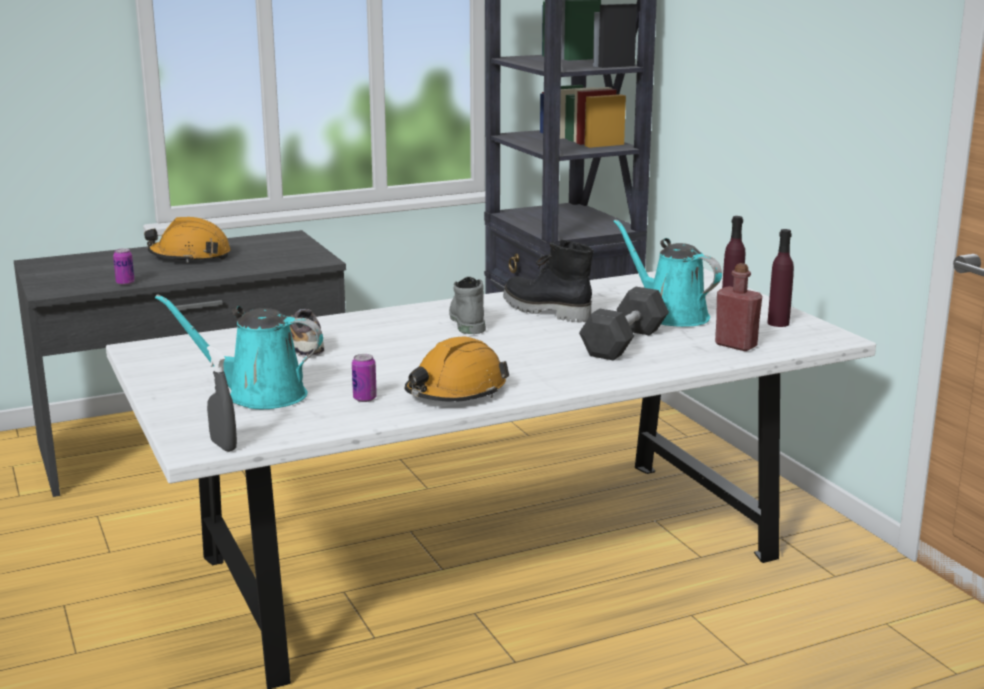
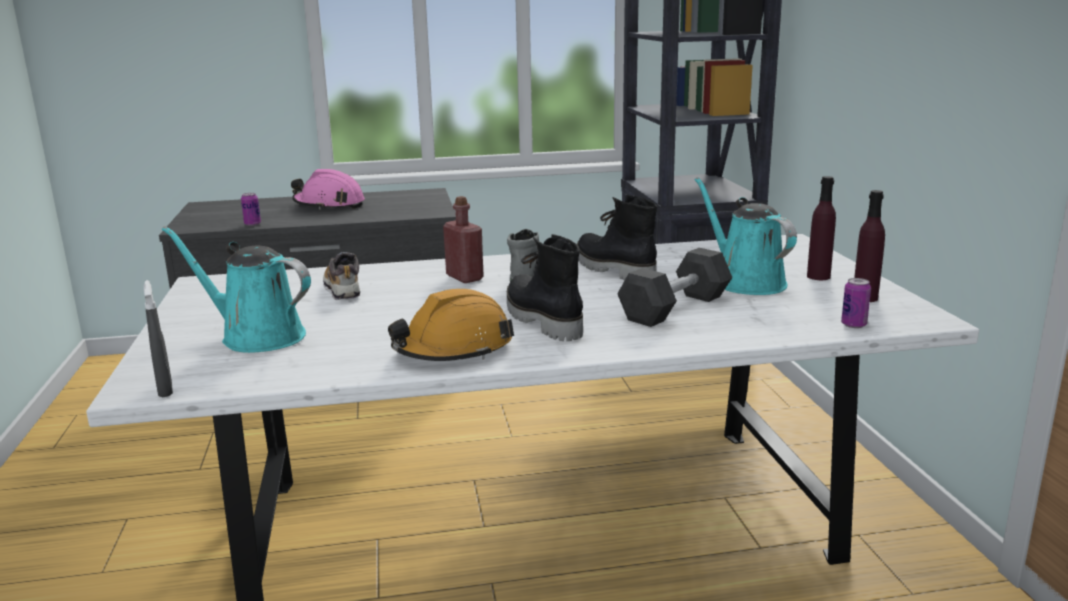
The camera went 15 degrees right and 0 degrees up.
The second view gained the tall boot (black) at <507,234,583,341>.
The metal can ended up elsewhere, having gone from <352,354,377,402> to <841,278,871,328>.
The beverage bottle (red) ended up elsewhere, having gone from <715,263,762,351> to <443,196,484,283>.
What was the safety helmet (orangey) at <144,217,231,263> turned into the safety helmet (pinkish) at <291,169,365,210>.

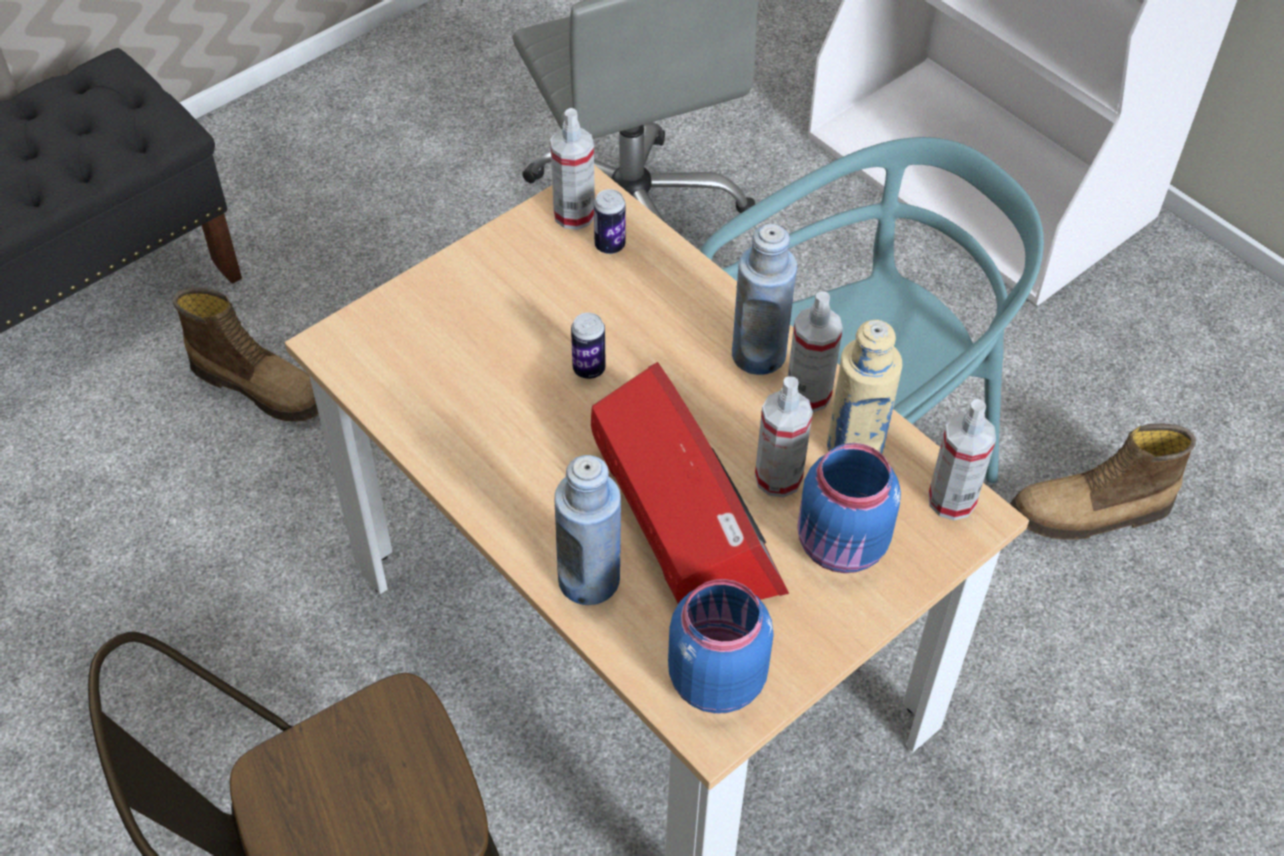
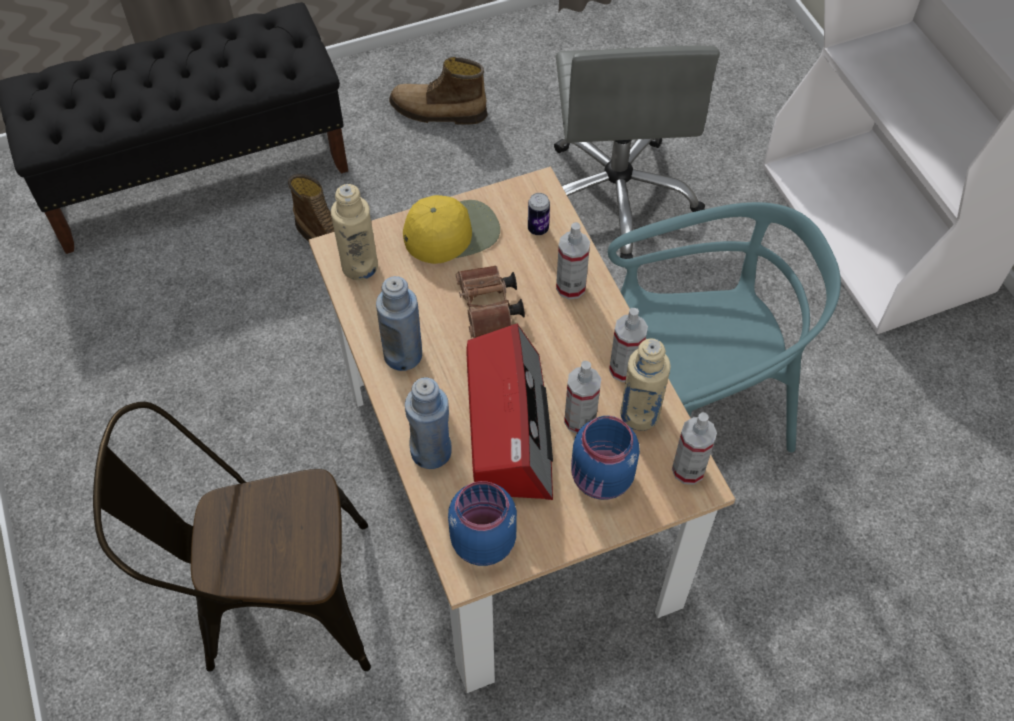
The camera went 20 degrees right and 5 degrees up.
The second view gained the beverage bottle (sand-coloured) at <331,184,378,280>.
The second view gained the cap (yellow-coloured) at <403,195,500,264>.
The hand sprayer ended up elsewhere, having gone from <550,108,595,230> to <556,222,590,299>.
The beverage bottle (blue) ended up elsewhere, having gone from <732,224,797,375> to <376,276,422,371>.
The tall boot ended up elsewhere, having gone from <1010,424,1196,540> to <389,57,488,124>.
Where the metal can stood at <571,313,606,379>, the field glasses (brown-coloured) came to stand at <456,265,525,338>.

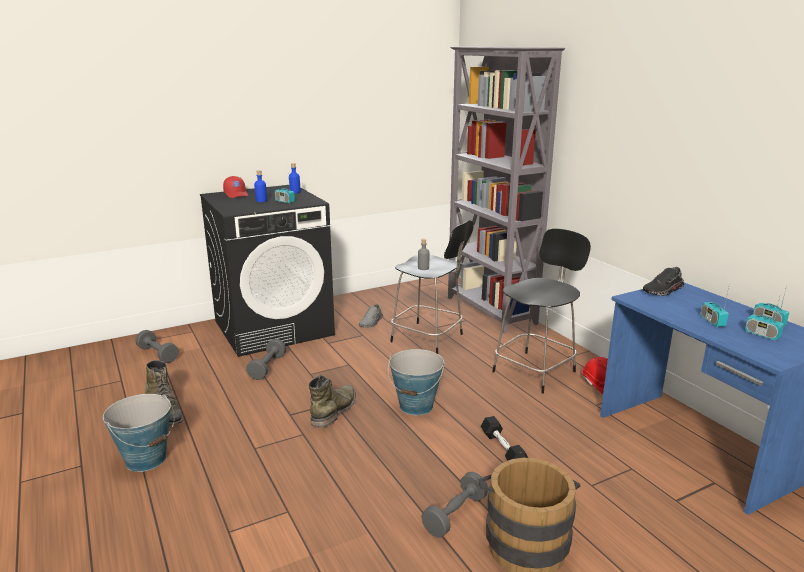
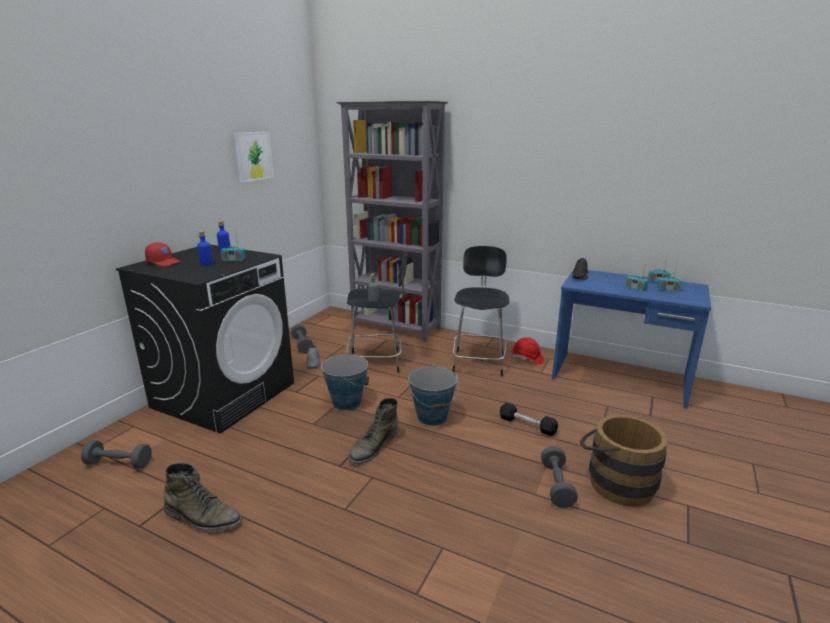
The camera went 35 degrees left and 0 degrees up.
The second view gained the picture at <234,132,274,182>.
The bucket ended up elsewhere, having gone from <103,394,175,472> to <321,353,369,411>.
The dumbbell (grey) ended up elsewhere, having gone from <246,339,286,380> to <291,324,313,353>.
The tall boot (greenish) at <309,375,356,428> ended up facing another way, 135 degrees counterclockwise from before.

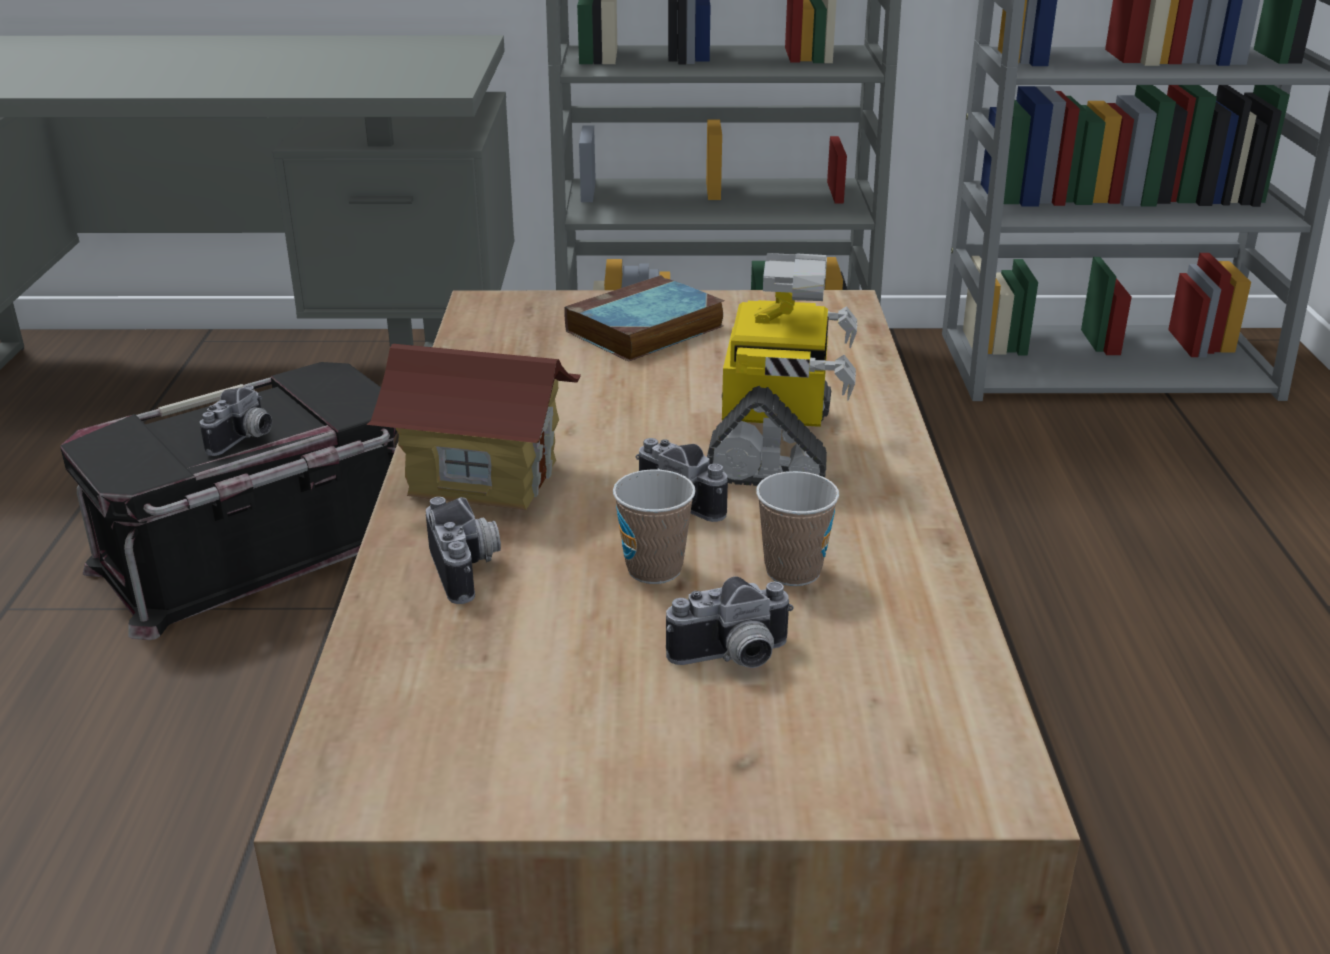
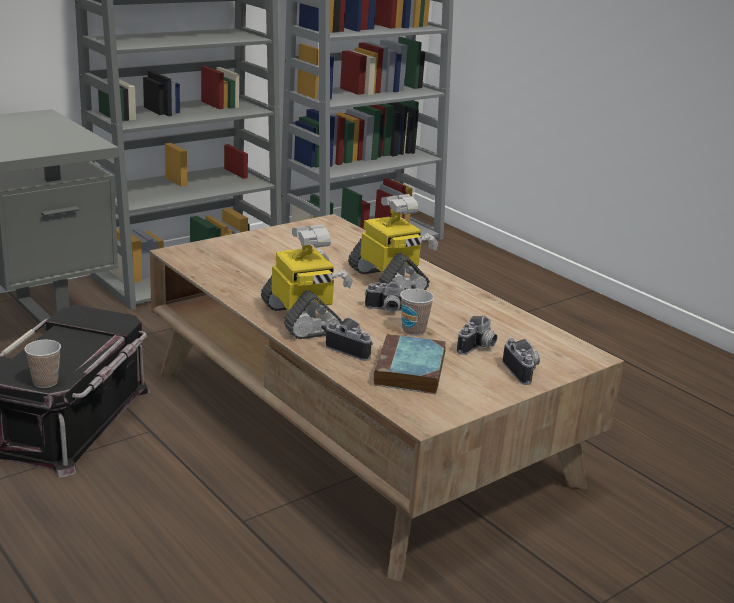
The camera went 40 degrees left and 5 degrees down.
The photo camera ended up elsewhere, having gone from <200,386,272,456> to <503,338,540,385>.
The volume ended up elsewhere, having gone from <564,275,724,361> to <374,334,446,394>.
The drinking cup ended up elsewhere, having gone from <756,471,839,586> to <24,340,61,388>.
Where the toy house stood at <366,344,581,510>, the model robot came to stand at <261,225,353,339>.

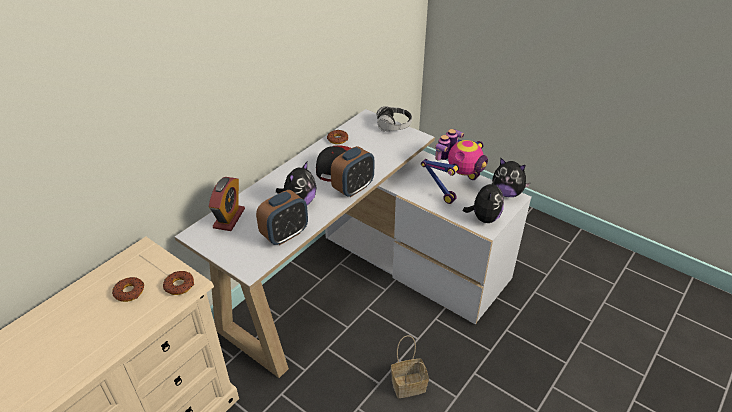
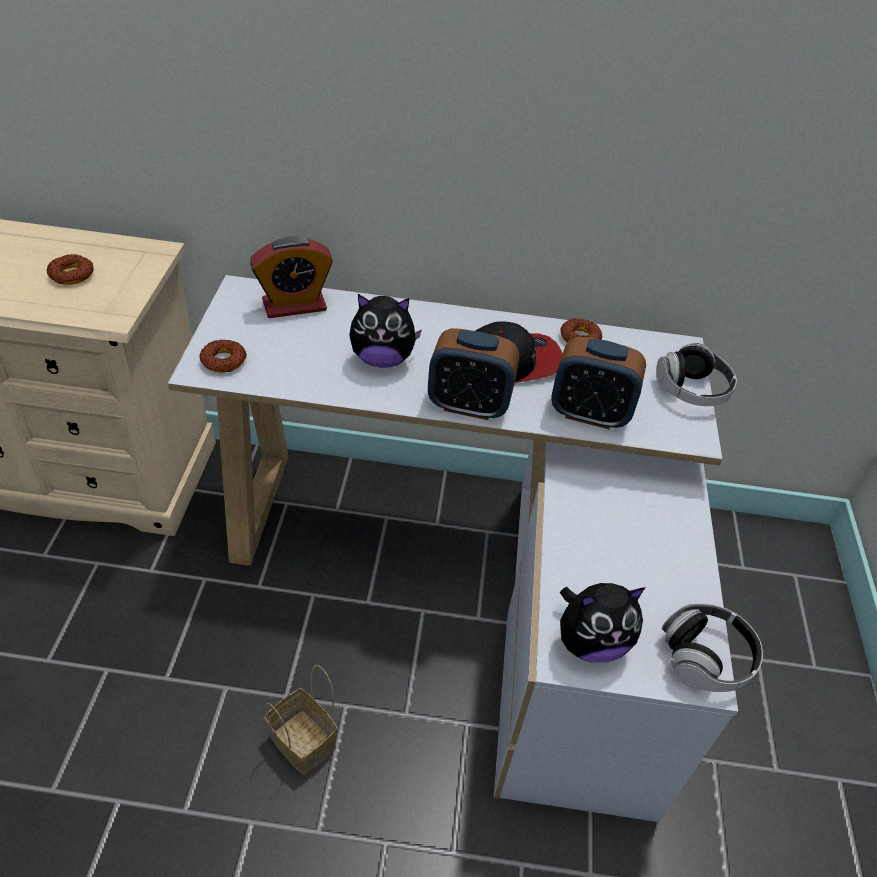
The camera went 55 degrees right and 5 degrees up.
The second view lost the model robot at <421,129,488,204>.
The doughnut ended up elsewhere, having gone from <163,271,194,295> to <199,339,247,373>.
The bedside clock ended up elsewhere, having gone from <256,190,308,245> to <551,337,646,429>.
Where the soft toy stood at <492,158,531,197>, the headset came to stand at <662,603,763,692>.

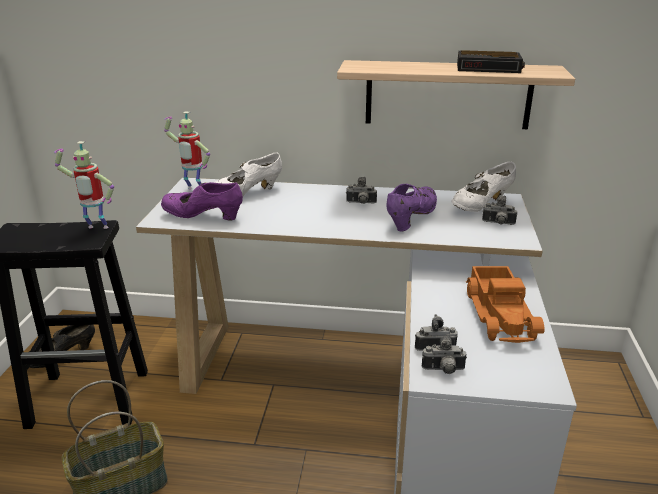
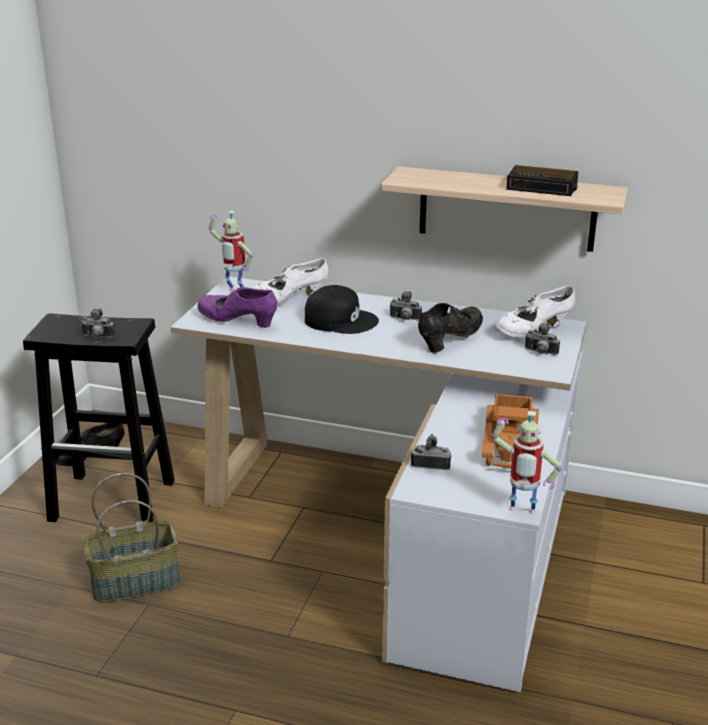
The camera went 10 degrees right and 0 degrees up.
The second view gained the cap (black) at <305,285,379,334>.
The model robot ended up elsewhere, having gone from <54,141,114,229> to <492,411,562,514>.
The photo camera ended up elsewhere, having gone from <422,334,467,374> to <81,309,115,338>.
What was the shoe (purple) at <386,184,437,232> turned into the shoe (black) at <418,303,483,353>.

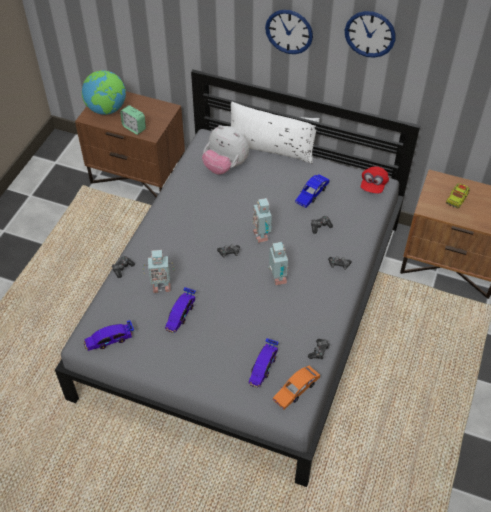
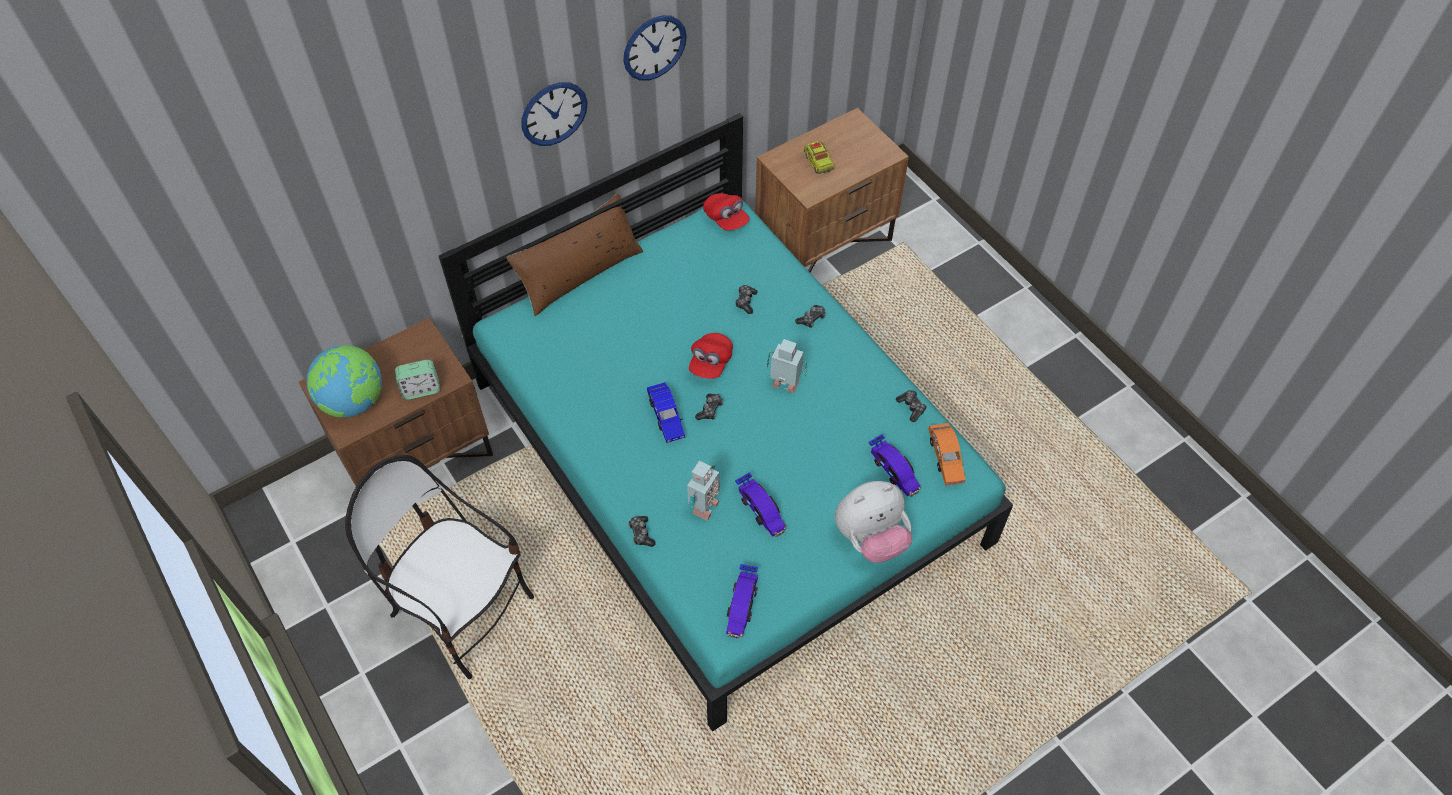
The camera went 55 degrees left and 5 degrees up.
The second view gained the chair at <345,455,534,679>.
The soft toy ended up elsewhere, having gone from <202,125,249,174> to <835,481,912,563>.
The toy car (blue) ended up elsewhere, having gone from <295,175,329,208> to <647,383,685,443>.
Where the model robot stood at <253,198,272,243>, the cap (red) came to stand at <689,333,733,379>.
What was the sleeping bed (grey) at <55,69,420,487> turned into the sleeping bed (turquoise-coloured) at <439,113,1013,732>.
What was the throw pillow (white-coloured) at <231,101,320,164> turned into the throw pillow (brown-coloured) at <506,193,643,316>.

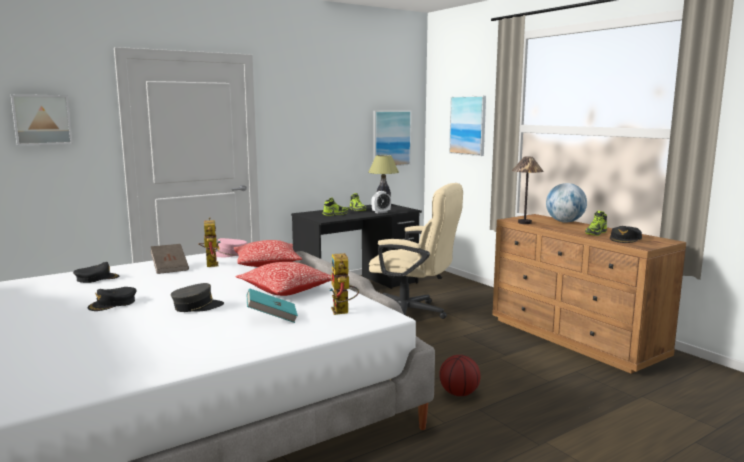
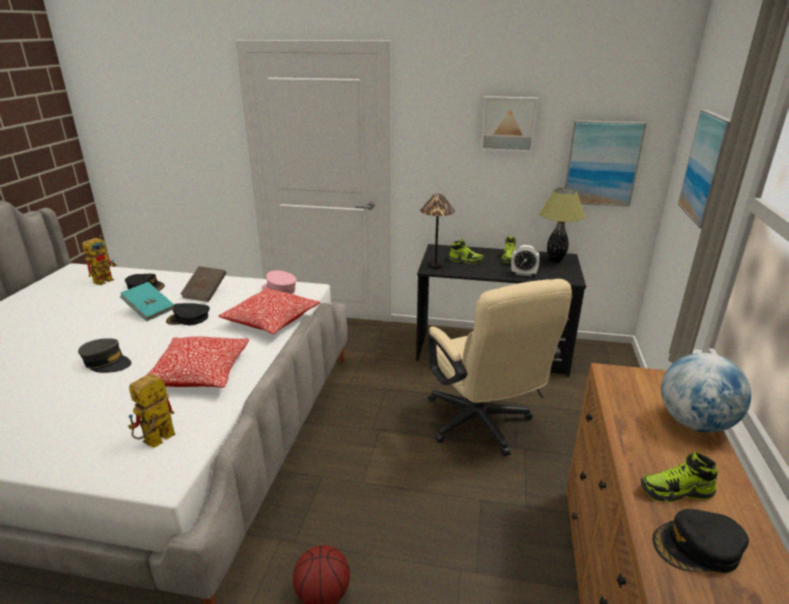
The camera went 45 degrees right and 15 degrees up.
The picture ended up elsewhere, having gone from <11,95,73,146> to <481,96,538,152>.
The cap (black) ended up elsewhere, having gone from <88,287,137,311> to <166,303,210,325>.
The model robot ended up elsewhere, having gone from <199,217,220,267> to <82,235,117,285>.
The volume (turquoise-coloured) ended up elsewhere, having gone from <247,288,298,323> to <120,282,174,322>.
The tabletop lamp ended up elsewhere, having gone from <512,157,544,224> to <420,194,455,269>.

